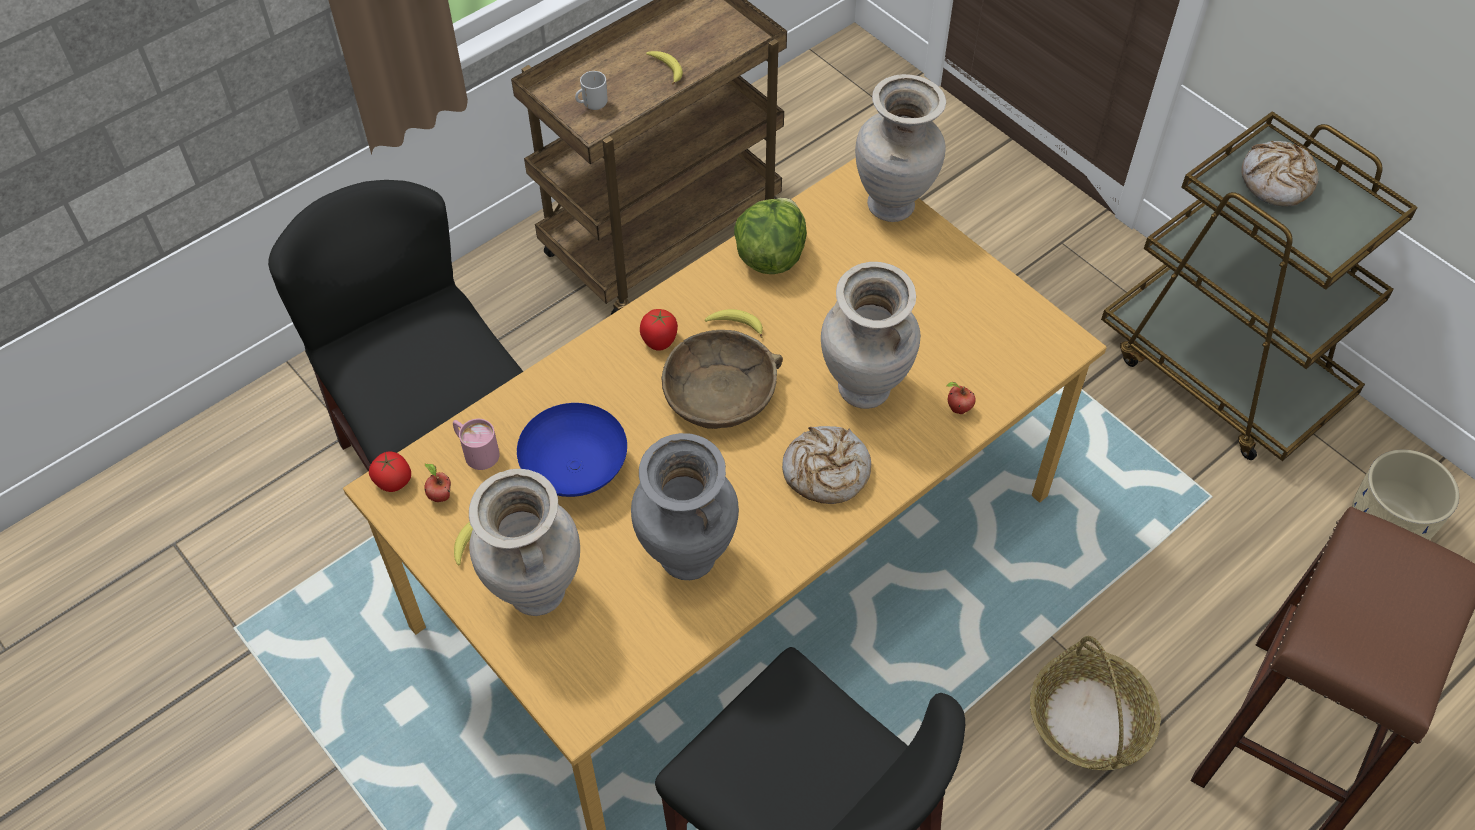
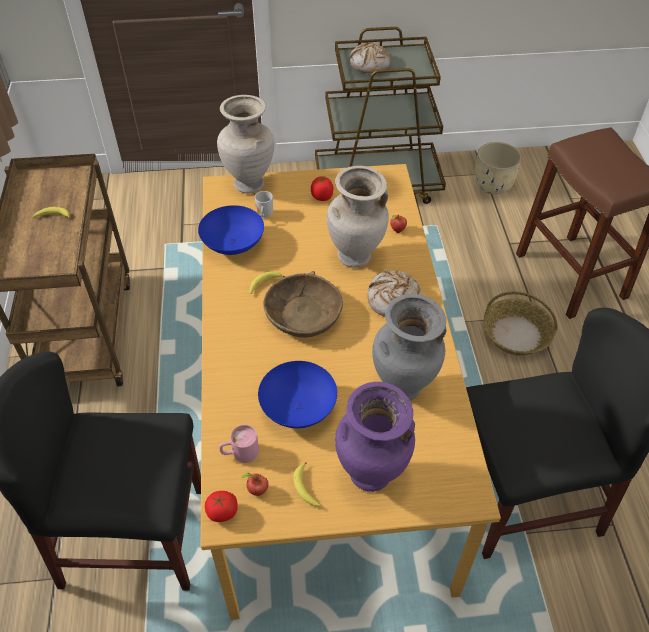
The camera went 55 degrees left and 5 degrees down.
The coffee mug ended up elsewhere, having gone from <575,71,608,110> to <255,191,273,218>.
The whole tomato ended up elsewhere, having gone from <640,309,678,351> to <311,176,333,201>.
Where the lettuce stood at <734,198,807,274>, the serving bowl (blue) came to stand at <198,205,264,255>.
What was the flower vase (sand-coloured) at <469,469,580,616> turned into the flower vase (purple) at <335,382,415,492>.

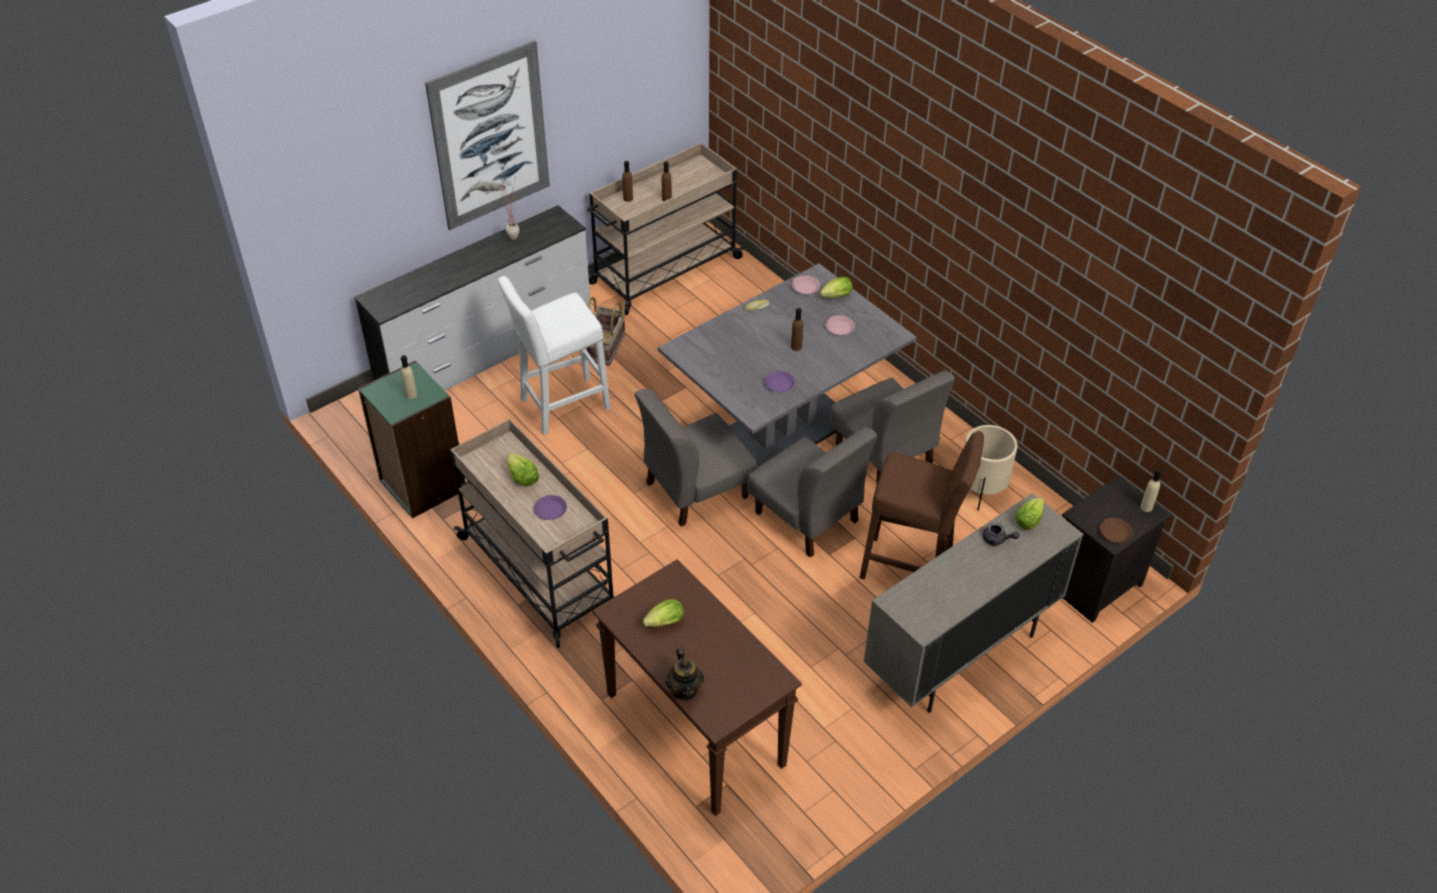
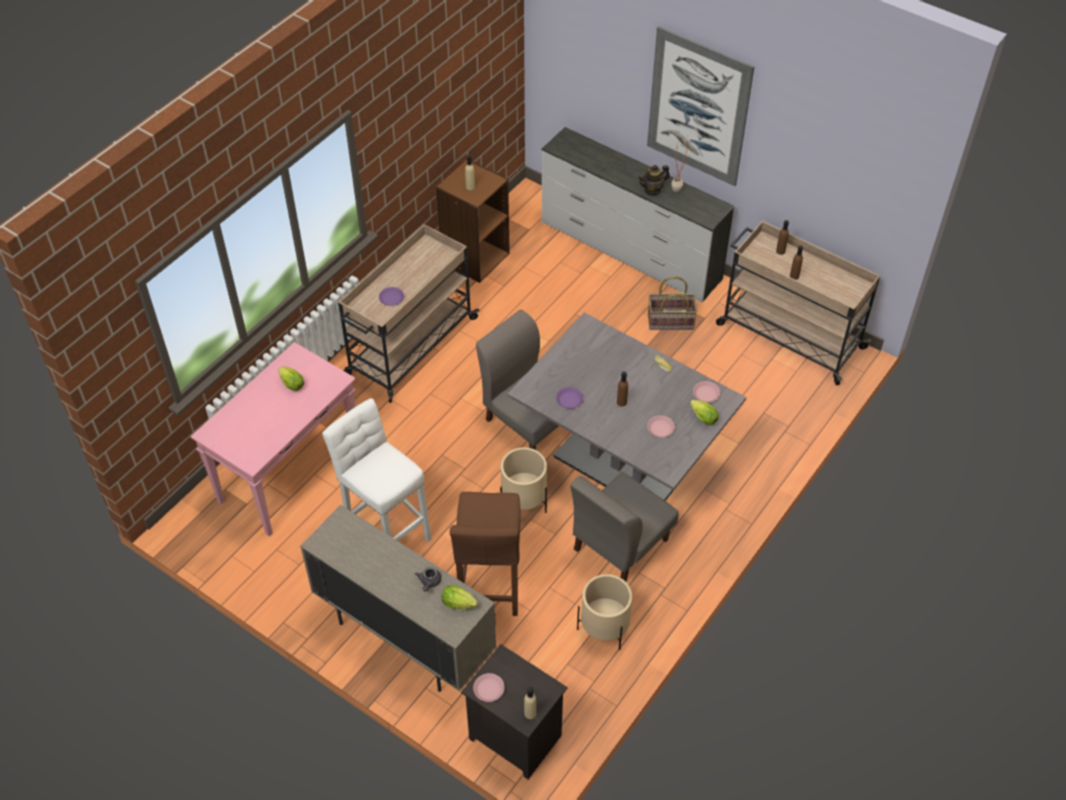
The camera went 75 degrees right and 5 degrees up.
The second view lost the lettuce at <507,453,539,487>.
The stool (white-coloured) ended up elsewhere, having gone from <498,276,611,435> to <322,398,431,542>.
The teapot ended up elsewhere, having gone from <666,647,704,701> to <638,165,670,196>.
Where the chair (grey) stood at <747,427,877,558>, the flower pot (sand-coloured) came to stand at <500,447,547,513>.
What was the bookcase (greenish) at <358,360,465,519> turned into the bookcase (brown-coloured) at <435,160,510,283>.
What was the narrow table (brown-coloured) at <592,559,802,816> turned into the narrow table (pinkish) at <190,342,356,536>.
What was the dinner plate (brown-coloured) at <1099,518,1133,543> turned into the dinner plate (pinkish) at <473,673,505,702>.

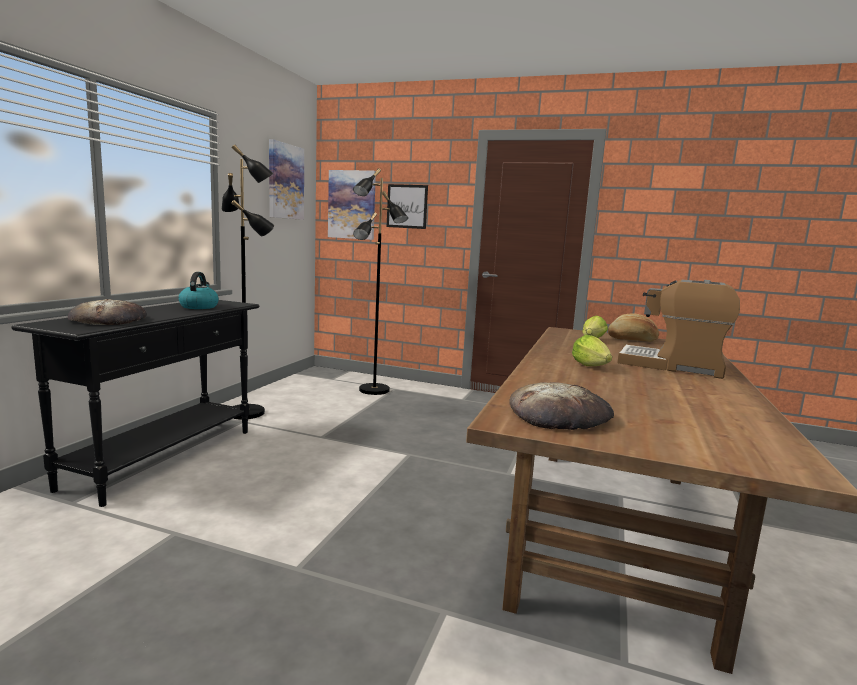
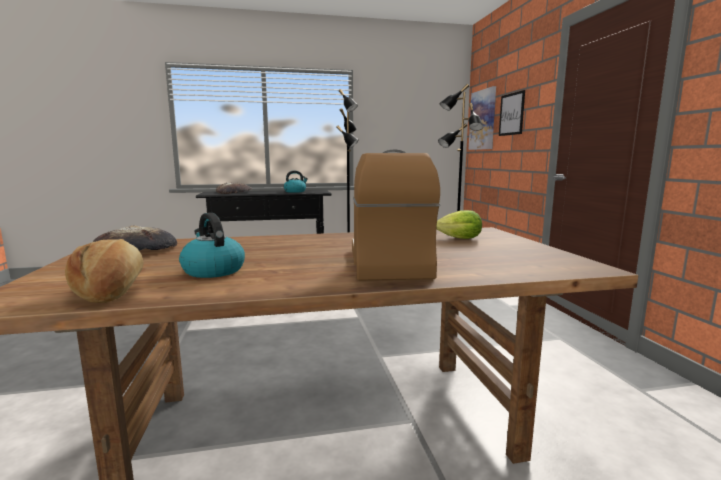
The camera went 60 degrees right and 0 degrees up.
The second view lost the picture at <269,139,304,220>.
The second view lost the lettuce at <572,335,612,366>.
The second view gained the kettle at <179,213,245,278>.
The baked bread ended up elsewhere, having gone from <608,313,659,342> to <65,239,143,303>.

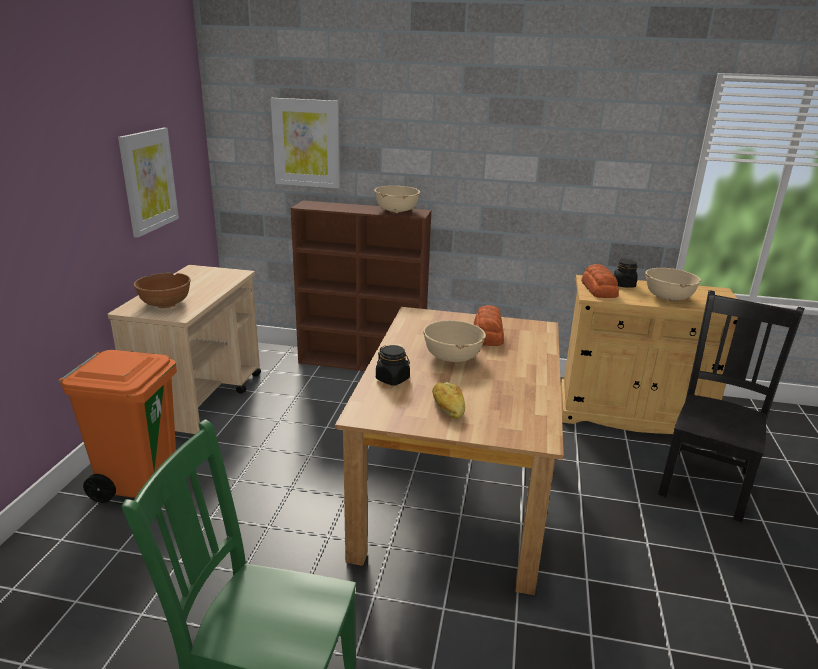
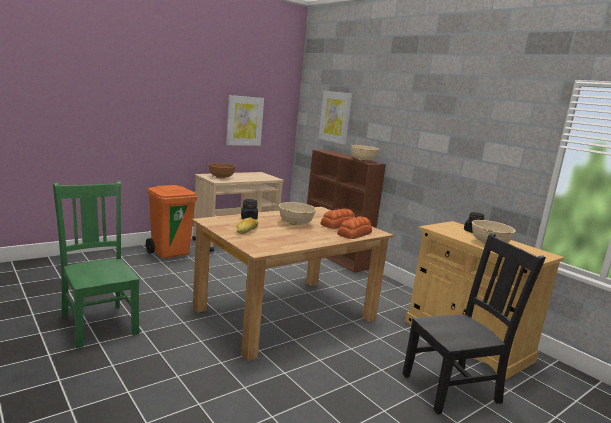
The camera went 40 degrees right and 10 degrees down.
The baked bread ended up elsewhere, having gone from <581,264,619,298> to <337,216,372,239>.

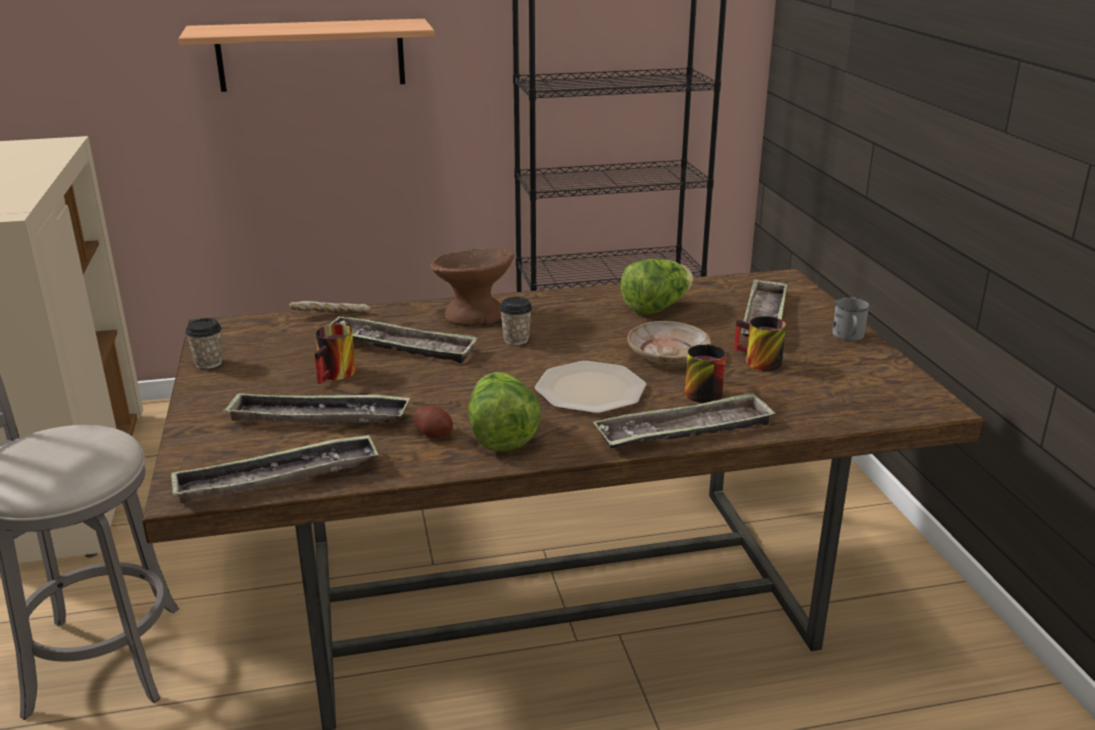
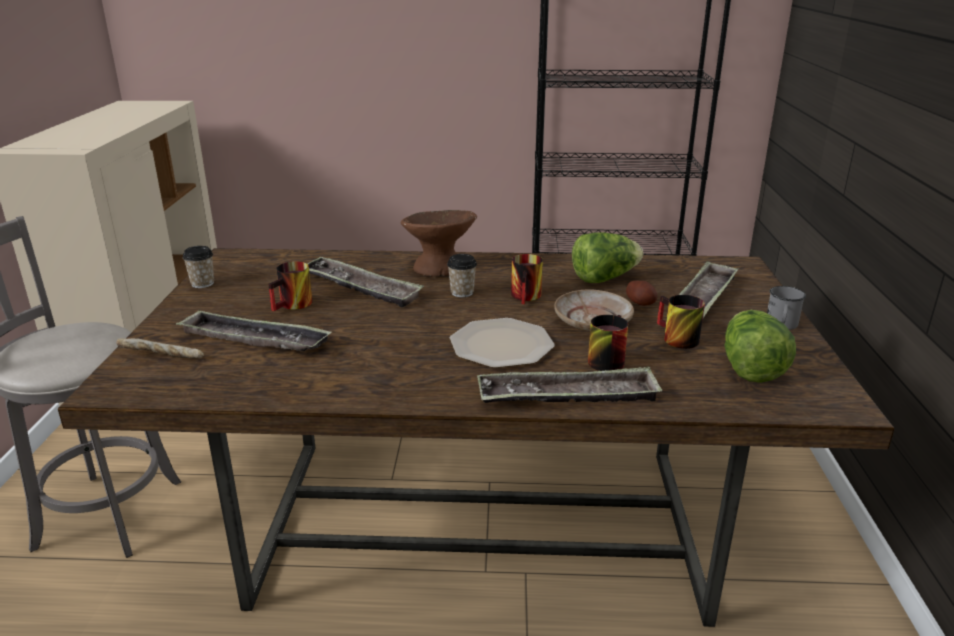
The camera went 15 degrees right and 0 degrees up.
The second view lost the tray at <171,434,378,503>.
The second view lost the wall shelf at <178,19,435,92>.
The second view gained the coffee mug at <511,254,543,304>.
The baked bread ended up elsewhere, having gone from <290,301,371,314> to <116,338,204,359>.
The whole potato ended up elsewhere, having gone from <414,406,453,438> to <626,280,657,306>.
The lettuce ended up elsewhere, having gone from <468,372,541,451> to <724,310,796,383>.

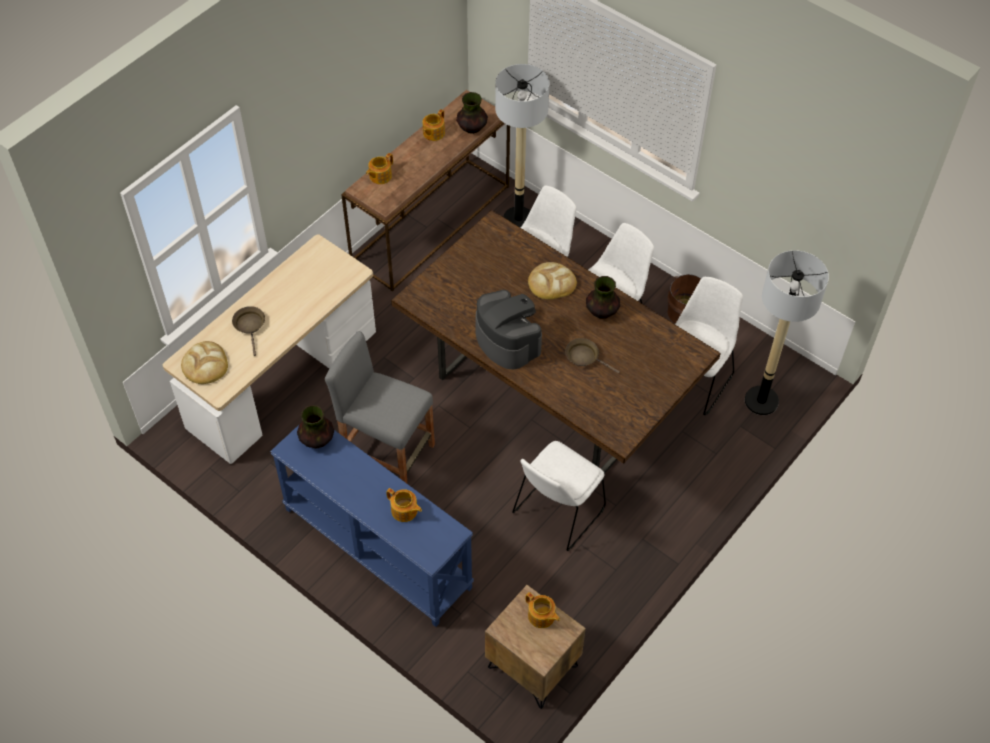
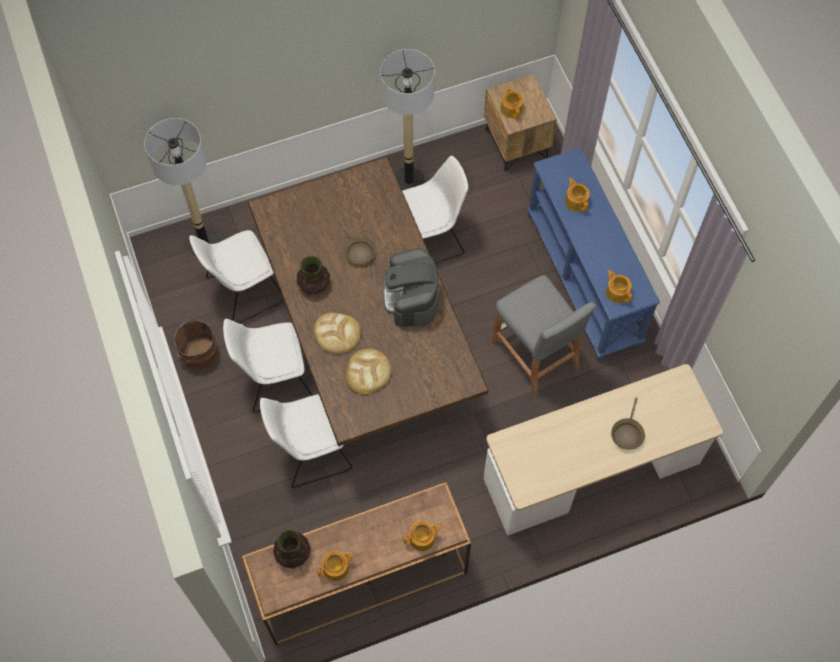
The camera went 150 degrees left and 10 degrees up.
The baked bread ended up elsewhere, having gone from <181,341,228,384> to <346,348,391,394>.
The floor lamp ended up elsewhere, having gone from <495,64,550,228> to <380,49,435,191>.
Where the flower vase stood at <297,405,334,448>, the teapot came to stand at <606,270,632,303>.

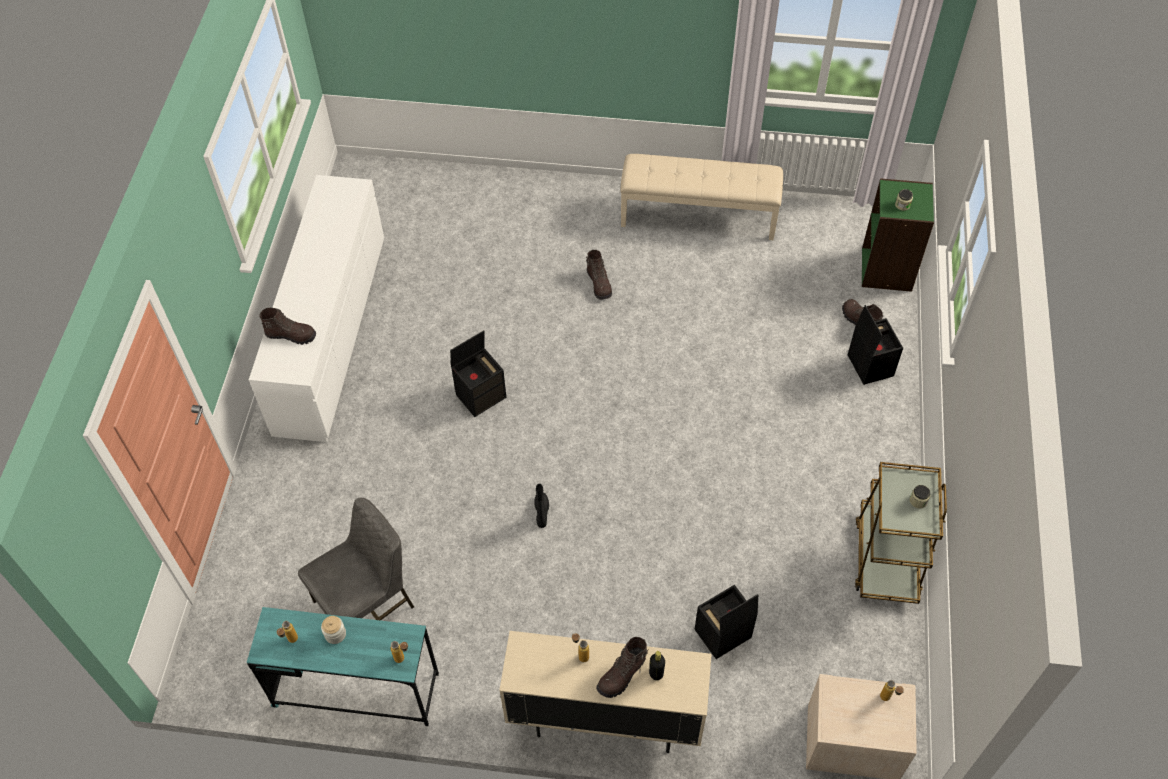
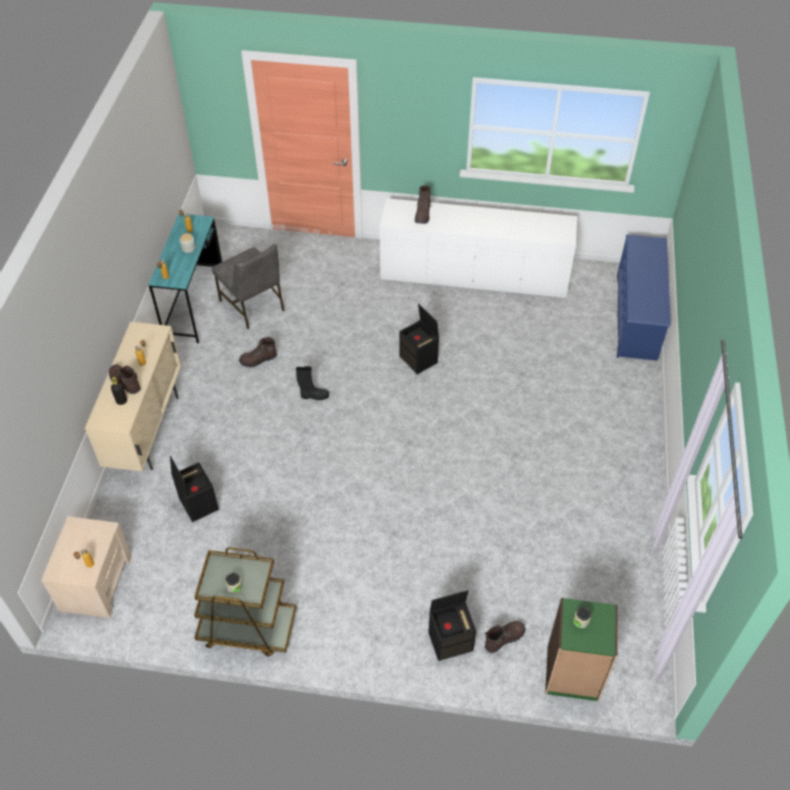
The camera went 90 degrees right and 5 degrees down.
The second view lost the indoor bench (sand-coloured) at <620,154,783,240>.
The second view gained the shoe shelf (blue) at <617,234,671,361>.
The tall boot (brown-coloured) ended up elsewhere, having gone from <586,250,612,300> to <239,337,277,368>.

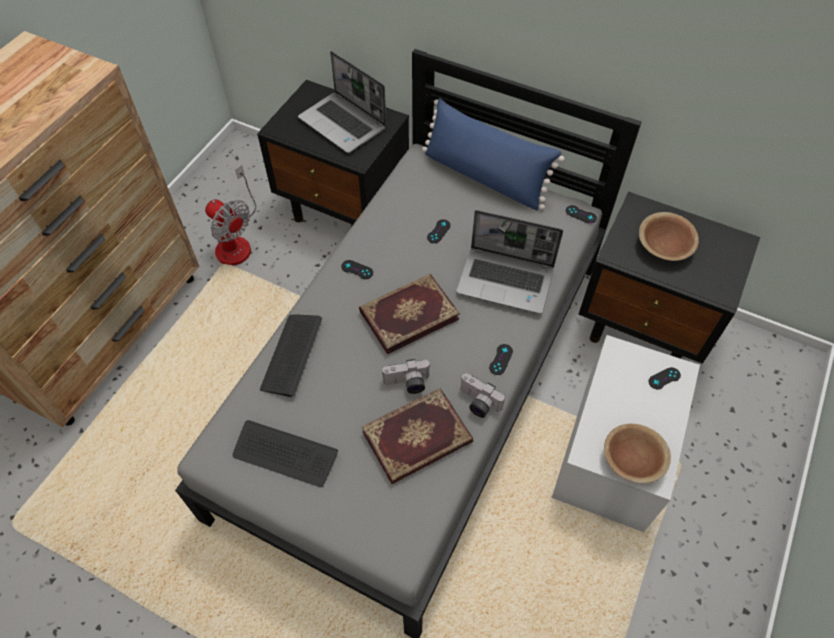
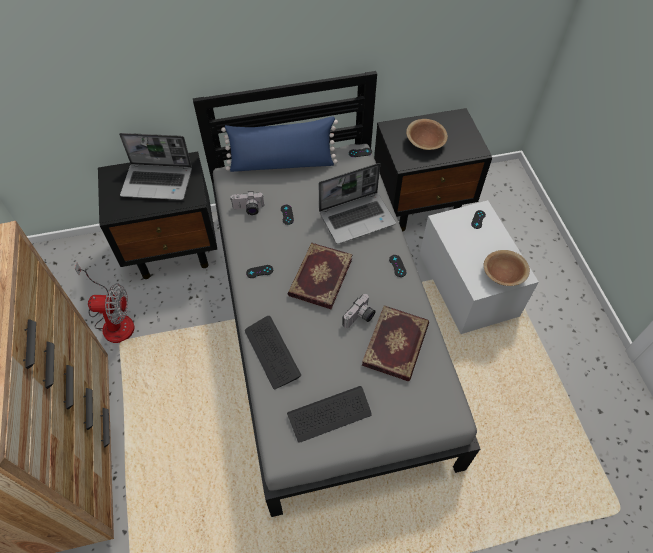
The camera went 40 degrees left and 0 degrees up.
The photo camera ended up elsewhere, having gone from <461,373,505,418> to <230,191,264,215>.

